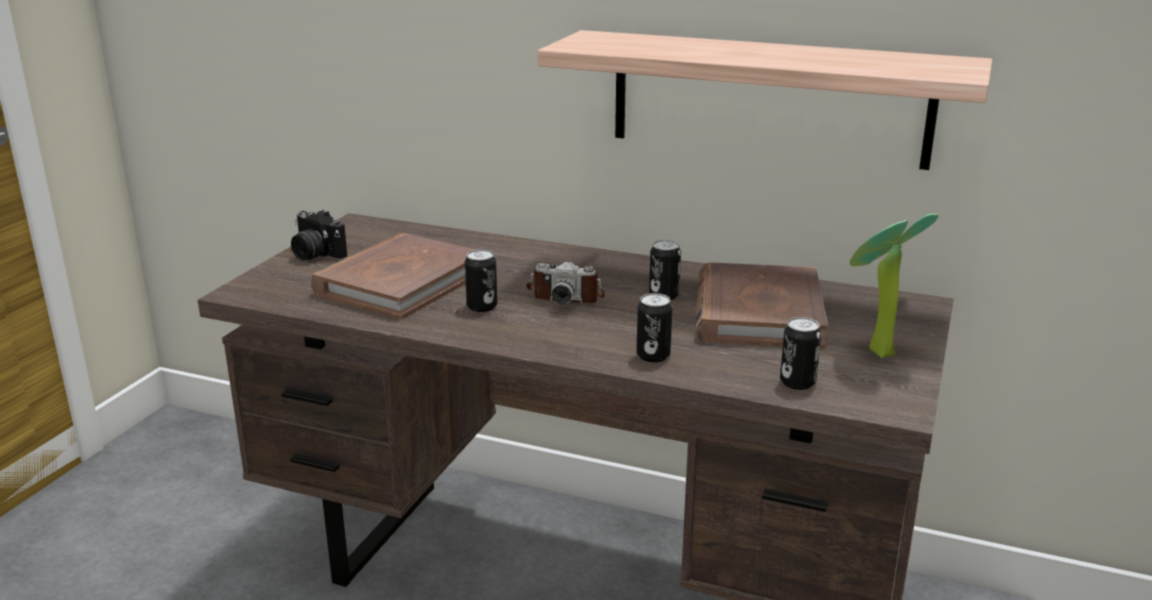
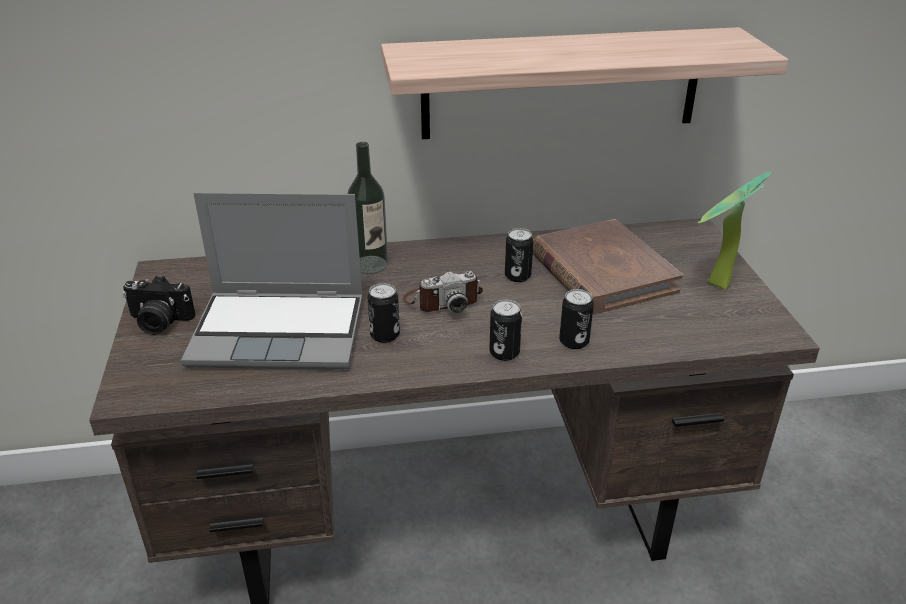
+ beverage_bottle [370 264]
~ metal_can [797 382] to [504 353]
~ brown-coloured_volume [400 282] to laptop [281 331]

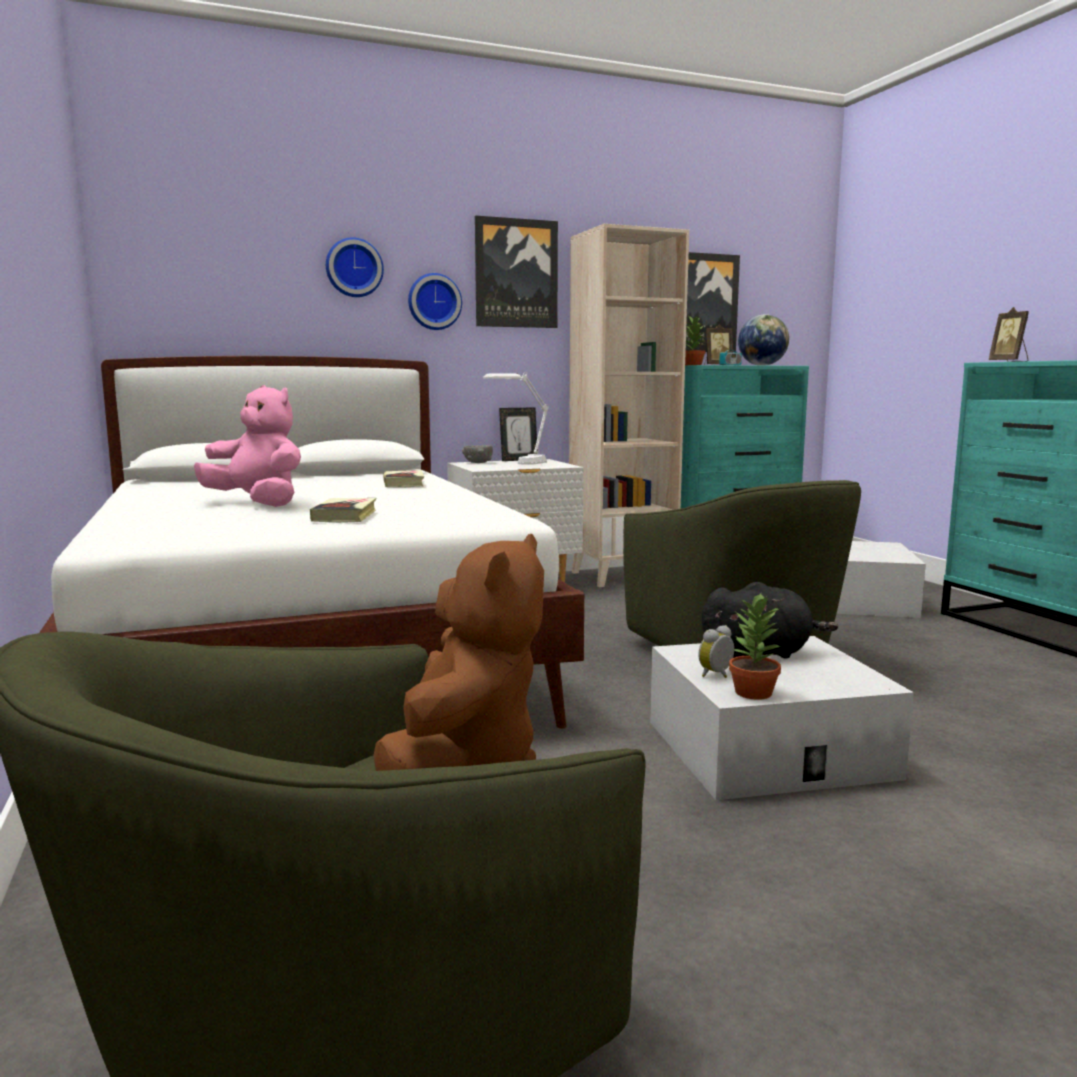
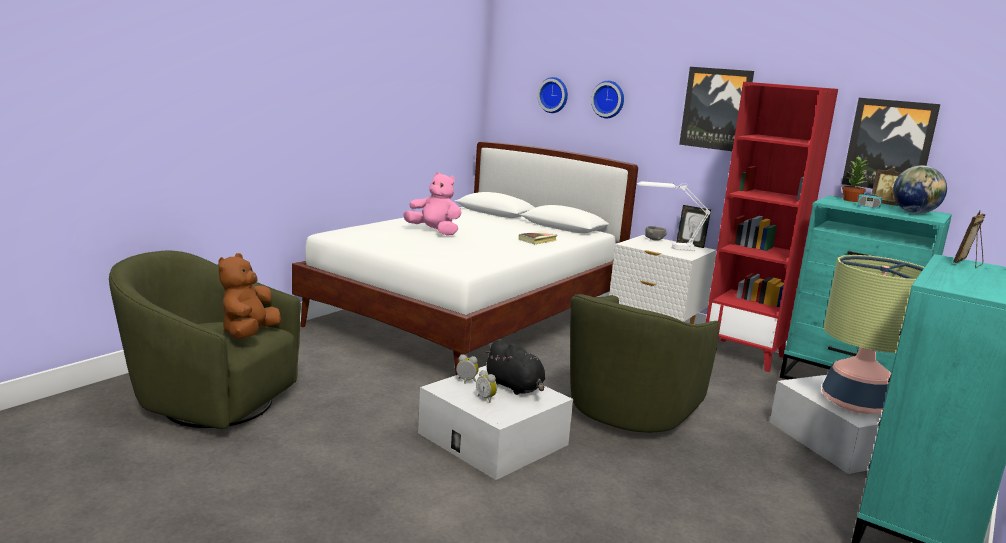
- volume [345 516]
- plant_in_a_pot [752 693]
+ bedside_clock [486 398]
+ lamp_for_a_table [855 403]
~ hanging_clock [434 302] to [554 95]
~ sand-coloured_bookshelf [622 576] to reddish_bookshelf [745 355]
~ pink-coloured_soft_toy [258 503] = [434 232] 60 degrees counterclockwise
~ brown-coloured_soft_toy [463 763] = [249 334] 120 degrees clockwise

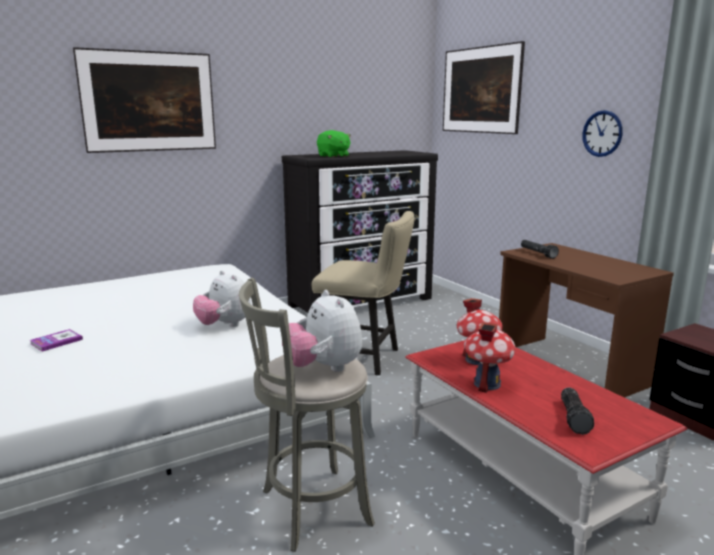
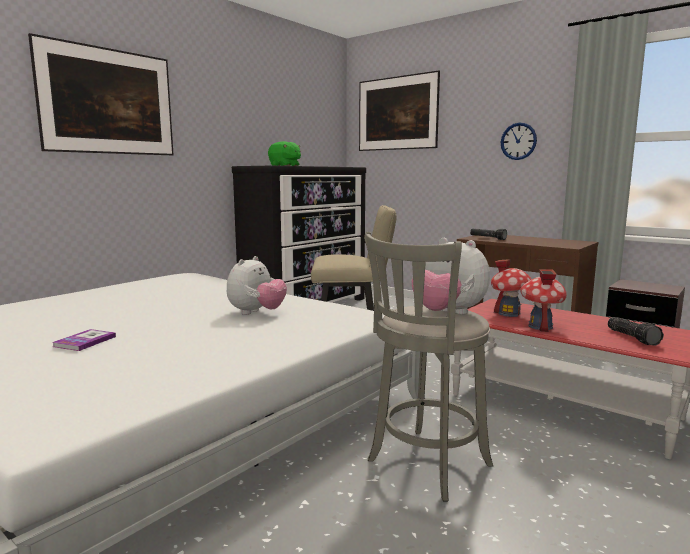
~ soft_toy [224 325] = [256 313] 90 degrees counterclockwise

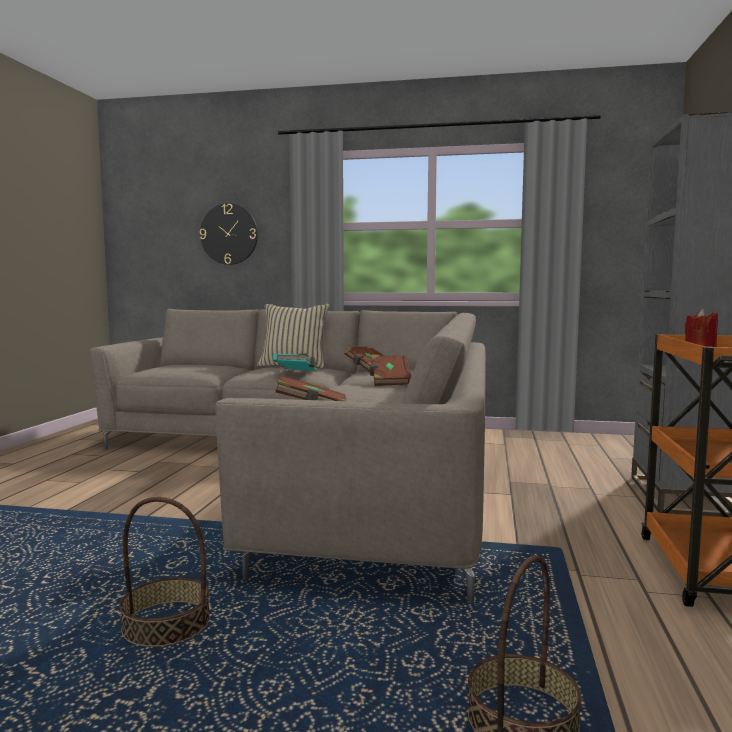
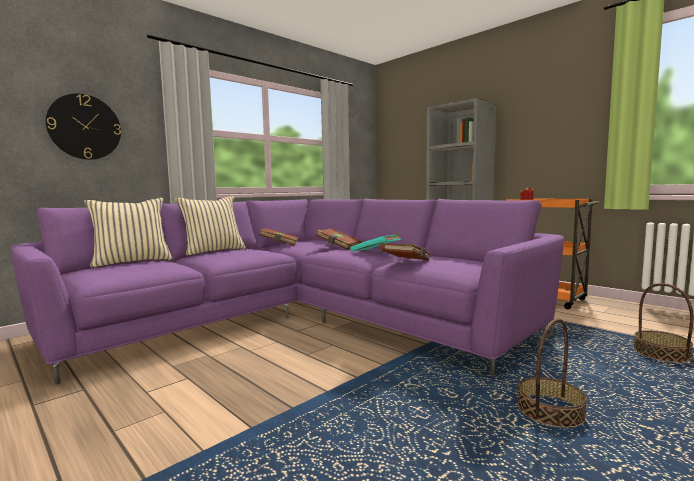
+ sand-coloured_throw_pillow [132 262]
~ turquoise_volume [297 373] to [375 252]
~ sand-coloured_sofa [322 464] to purple_sofa [298 319]

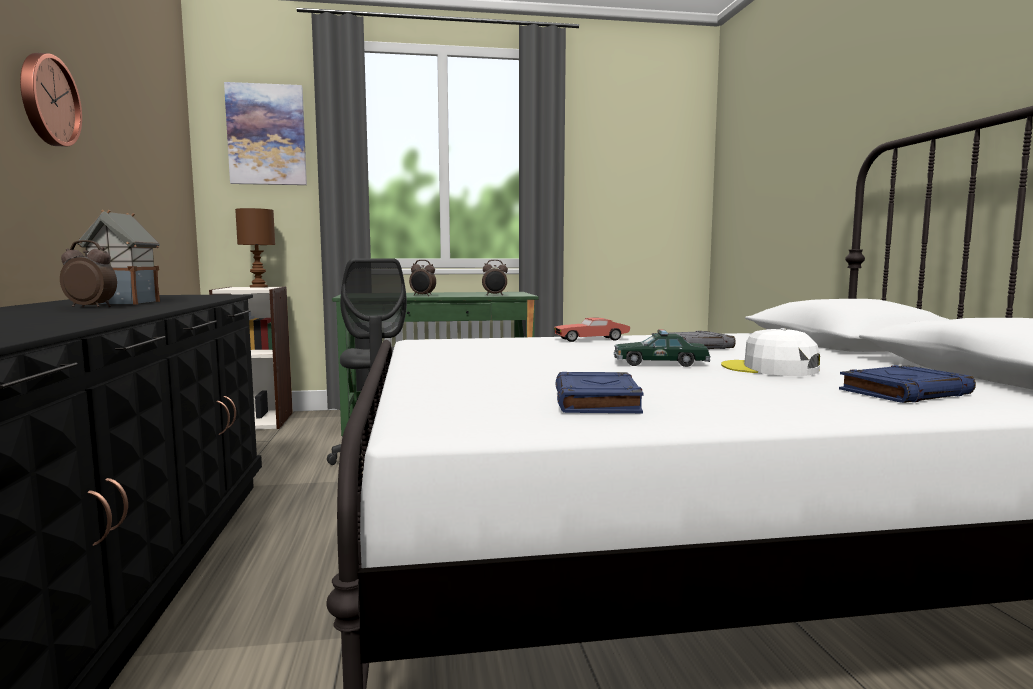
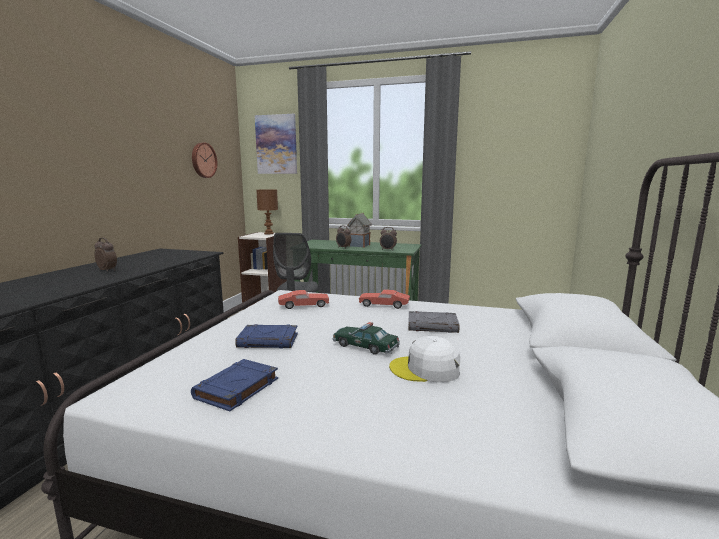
+ reddish_toy_car [303 306]
~ hanging_clock [47 100] to [203 160]
~ miniature_house [124 303] to [359 245]
~ bluish_volume [905 392] to [269 341]
~ white-coloured_peaked_cap [769 369] = [425 369] 60 degrees counterclockwise

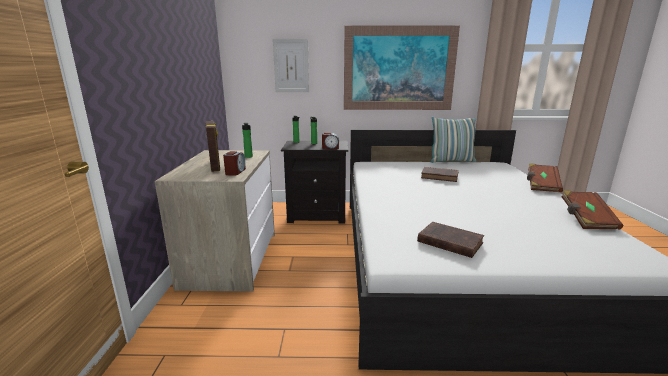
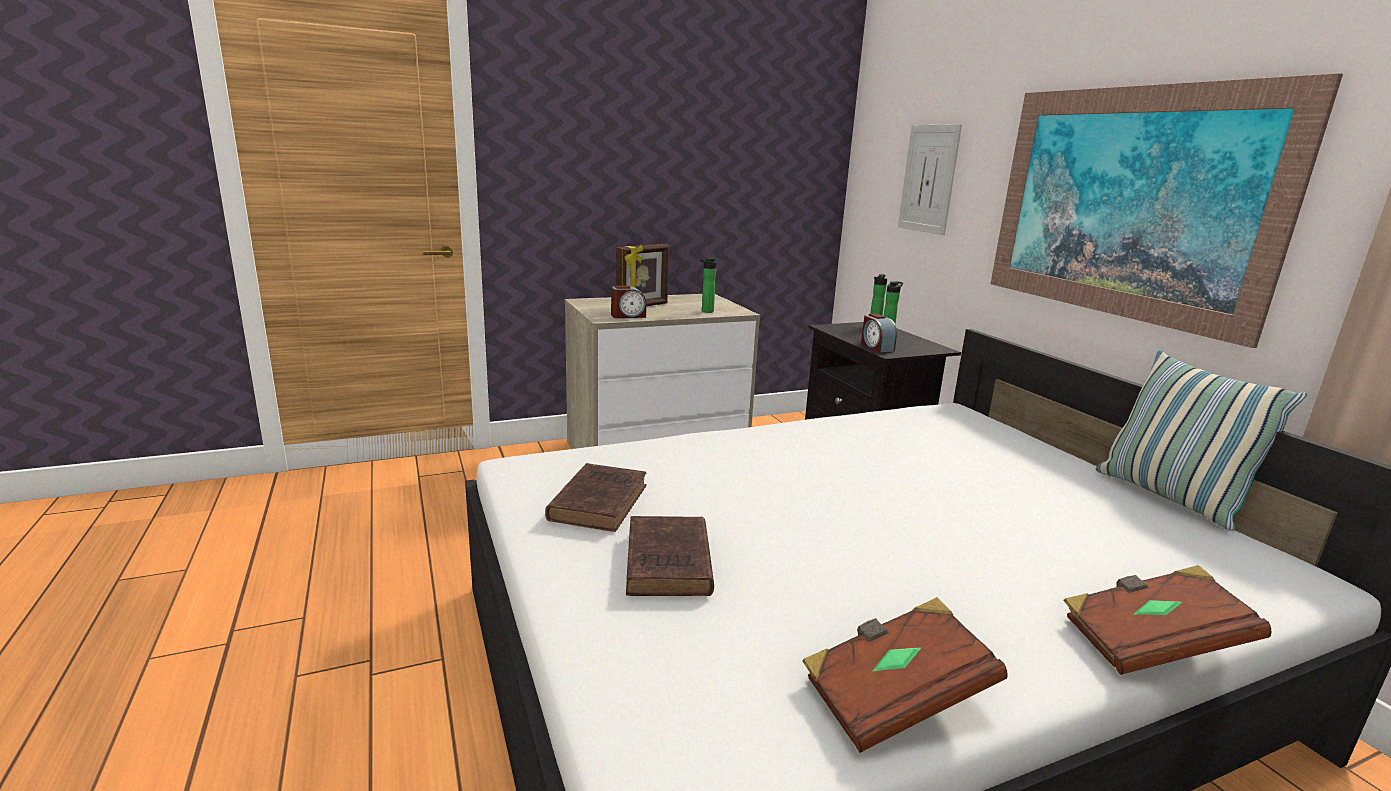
~ brown-coloured_volume [440 177] to [668 564]

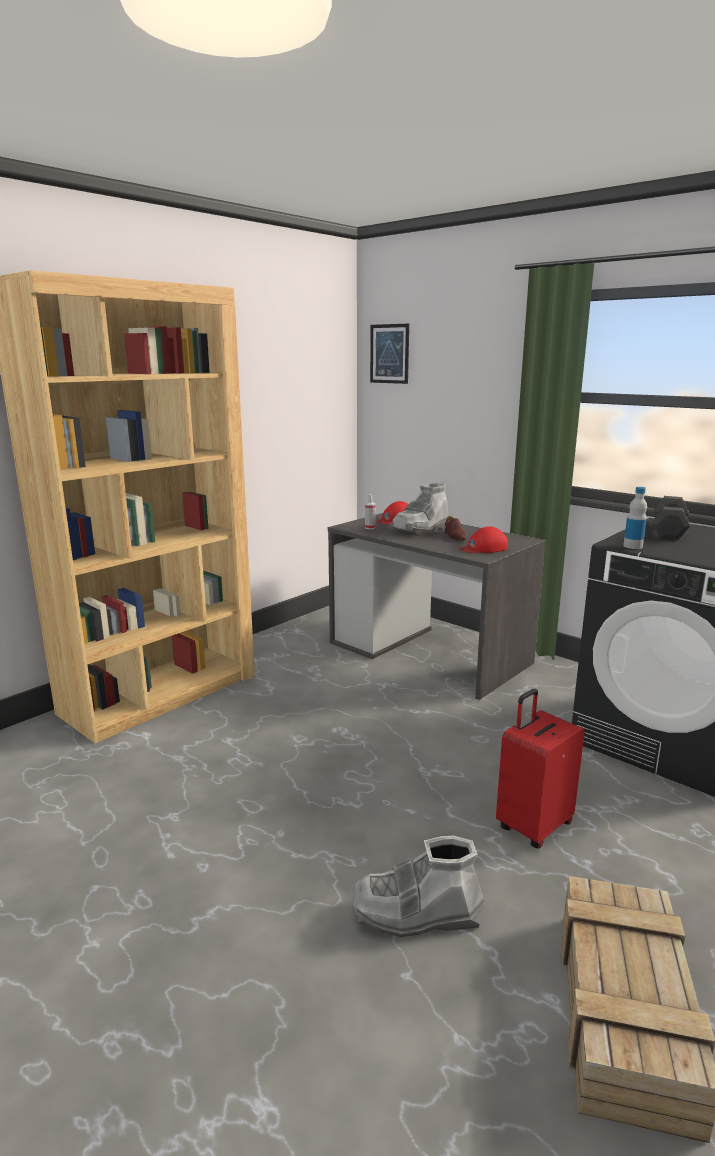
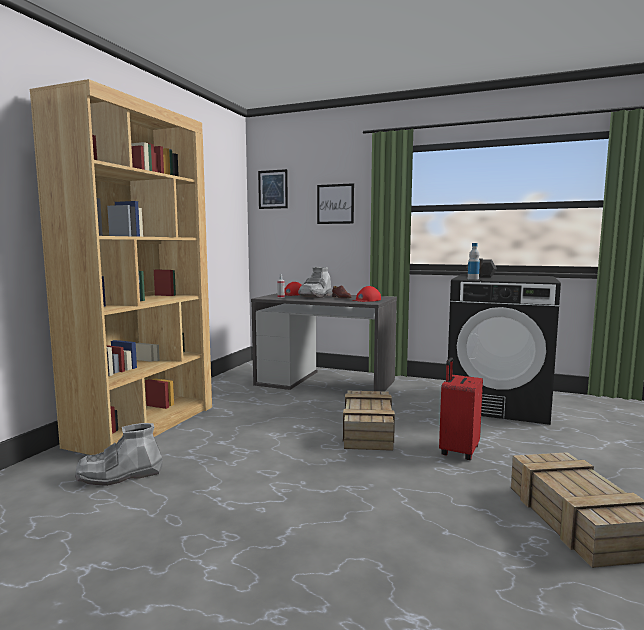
+ wall_picture [335 204]
+ packing_crate [367 429]
~ grey_boot [416 913] to [120 475]

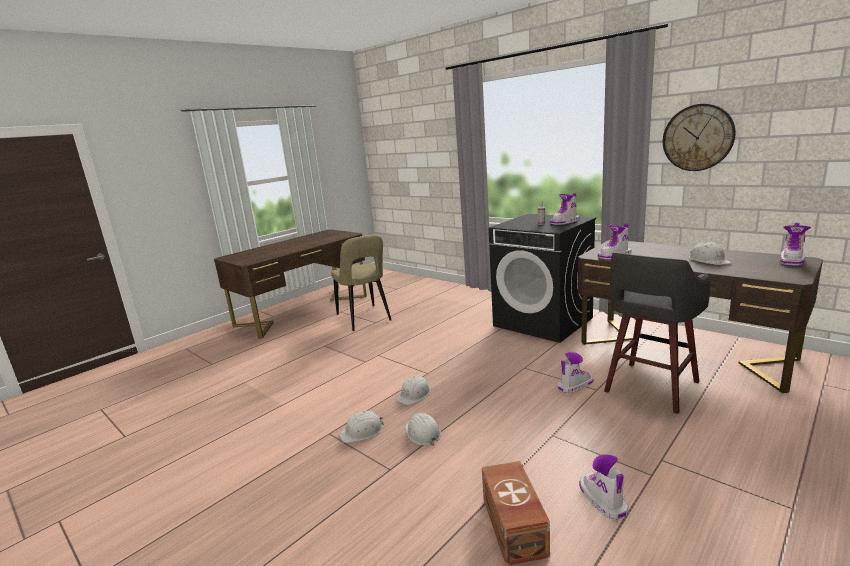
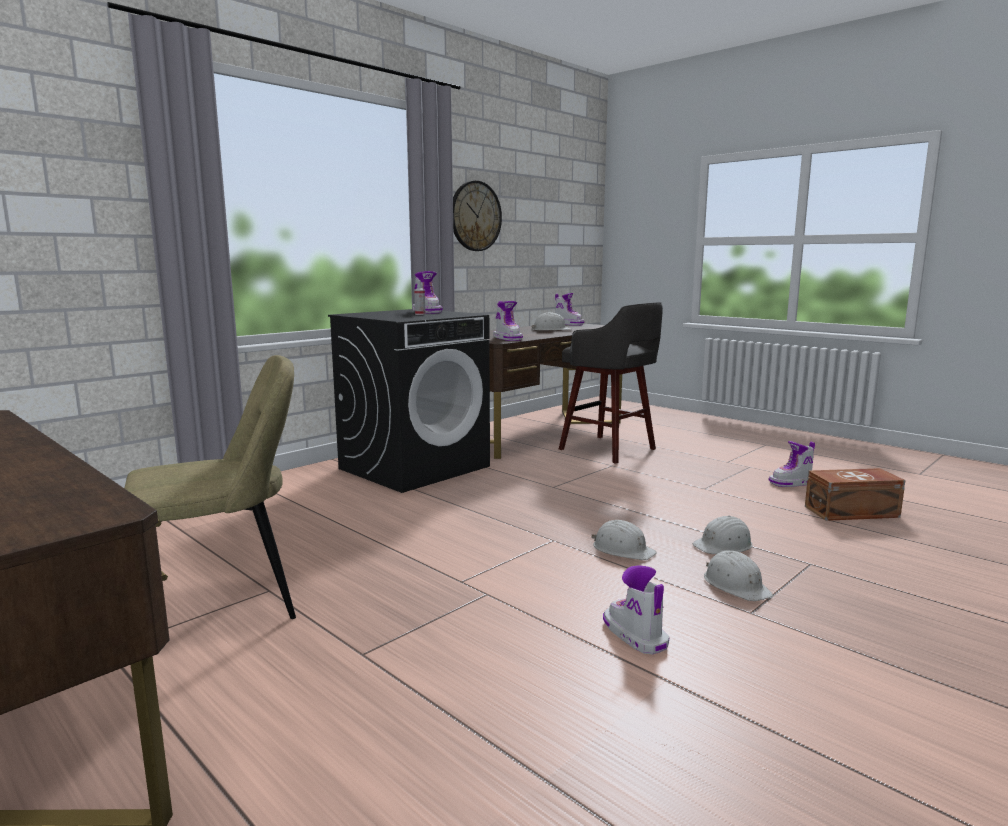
~ boot [574 385] to [634 635]

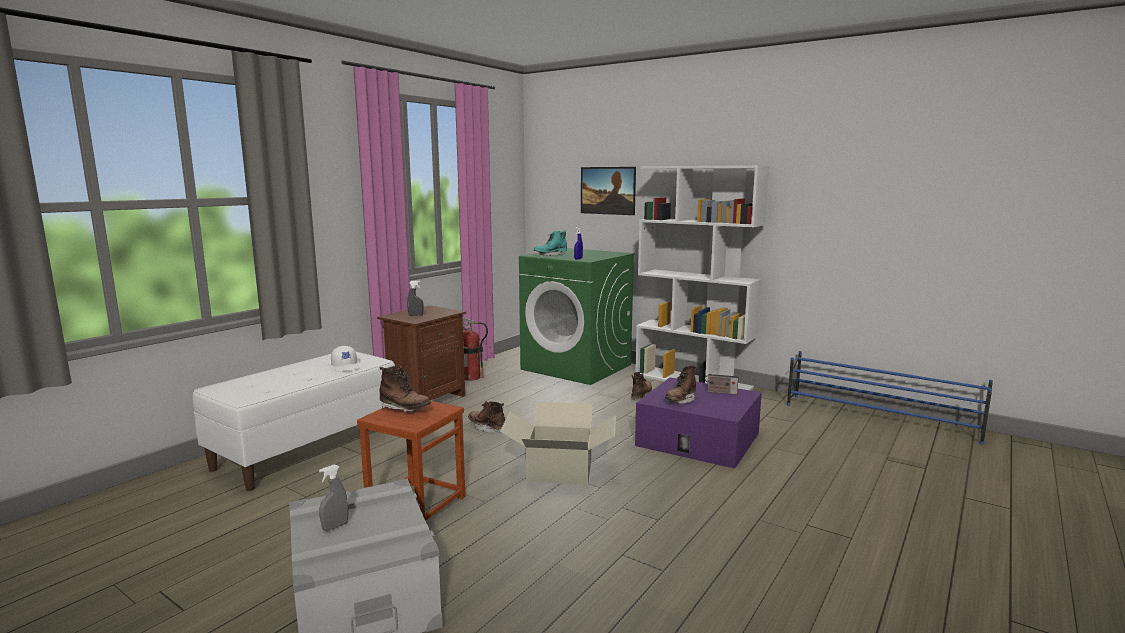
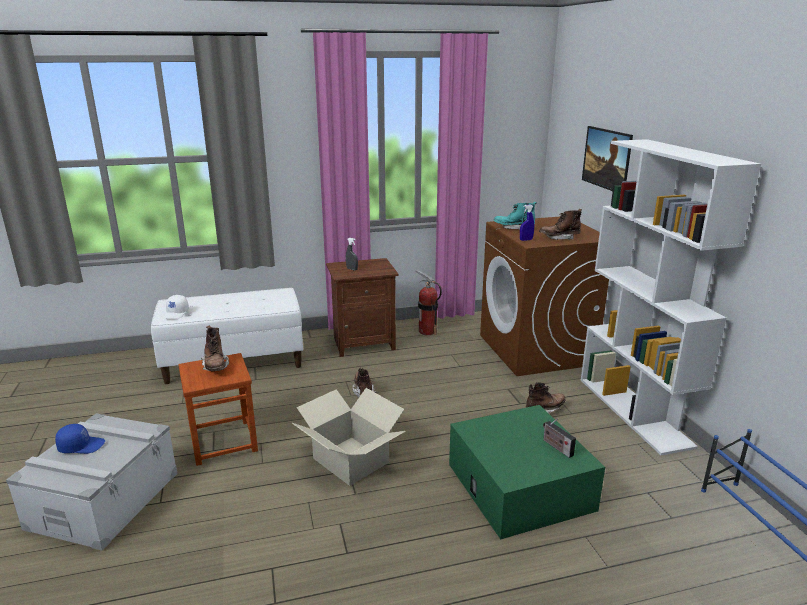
~ white-coloured_peaked_cap [346 367] to [176 313]
~ brown-coloured_boot [680 400] to [559 238]
~ grey_sprayer [335 526] to bluish_peaked_cap [81 446]
~ green_laundry_machine [577 367] to brown-coloured_laundry_machine [536 350]
~ purple_storage_container [698 439] to green_storage_container [520 486]

